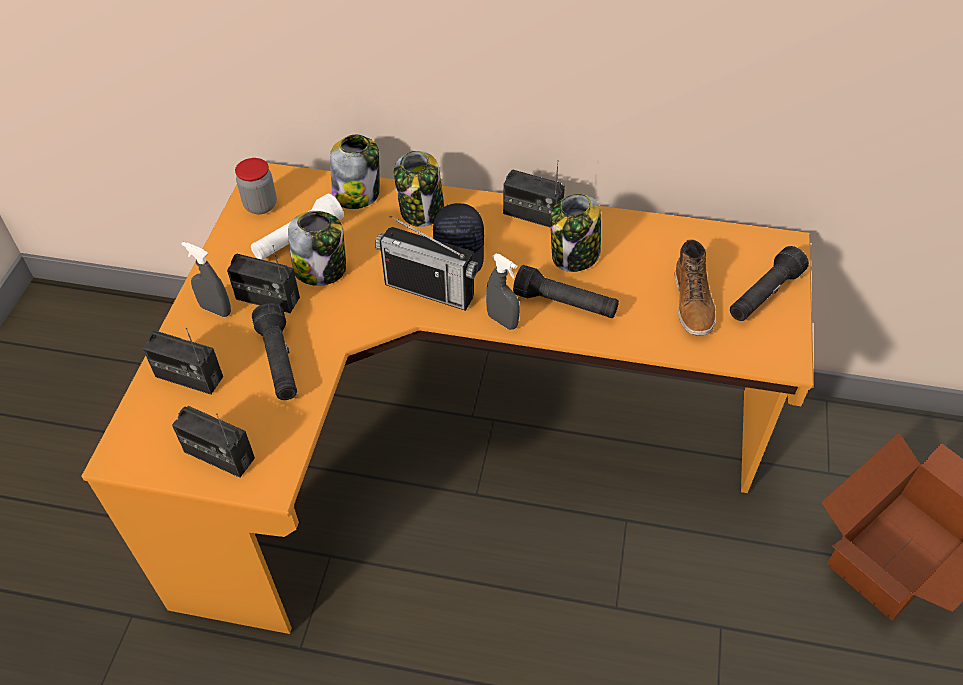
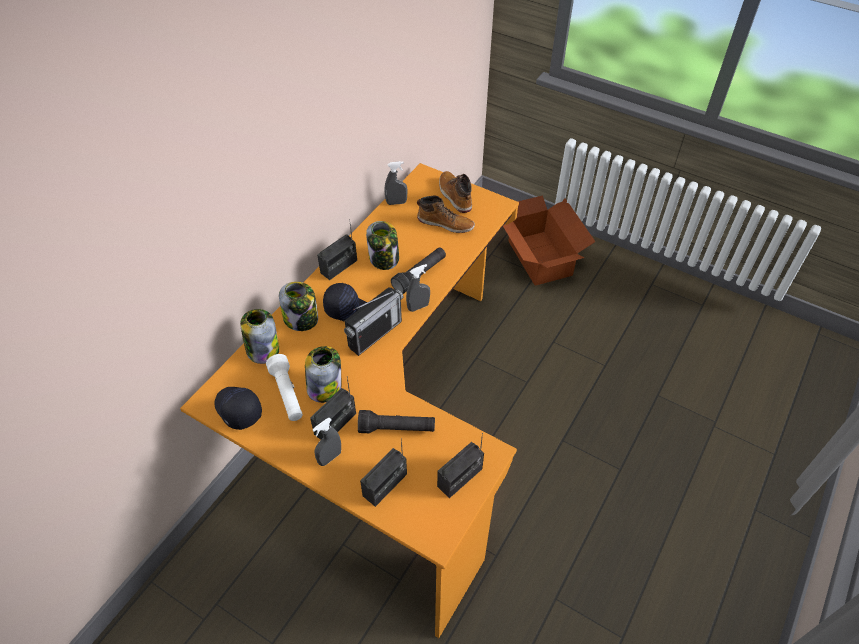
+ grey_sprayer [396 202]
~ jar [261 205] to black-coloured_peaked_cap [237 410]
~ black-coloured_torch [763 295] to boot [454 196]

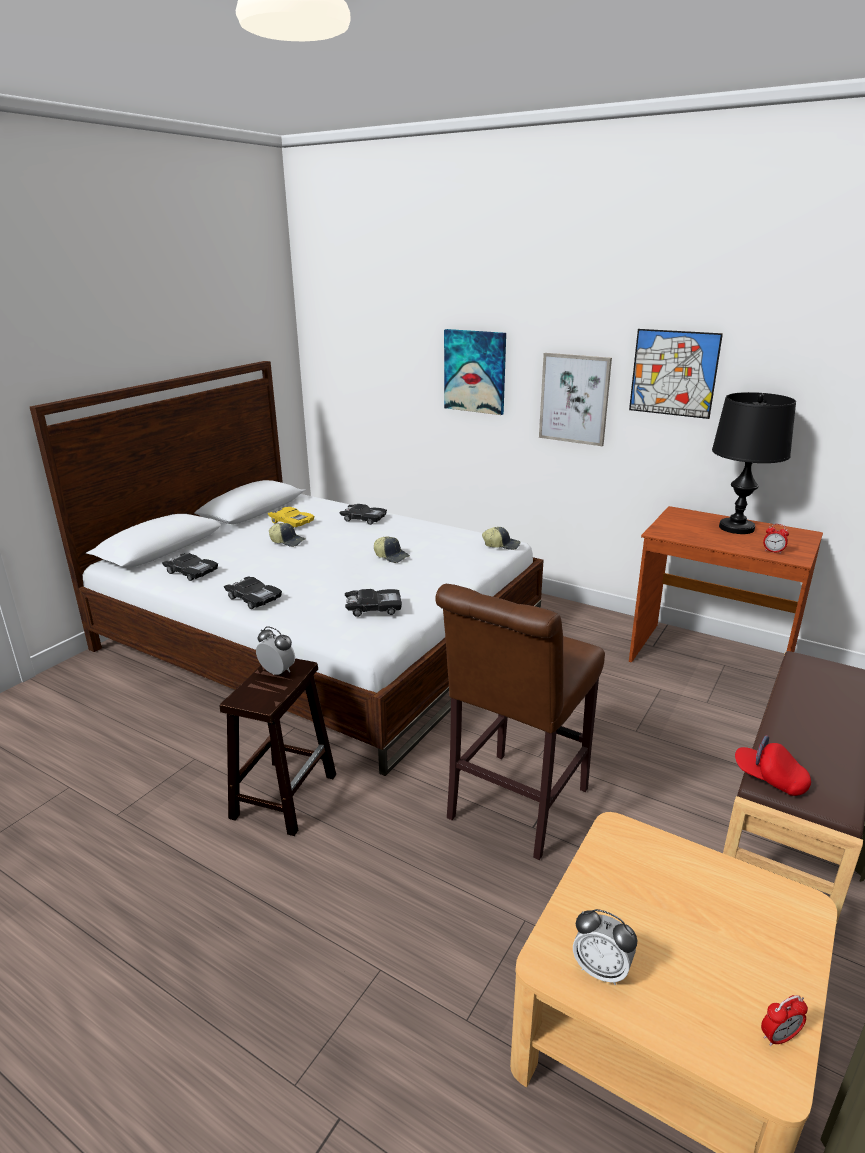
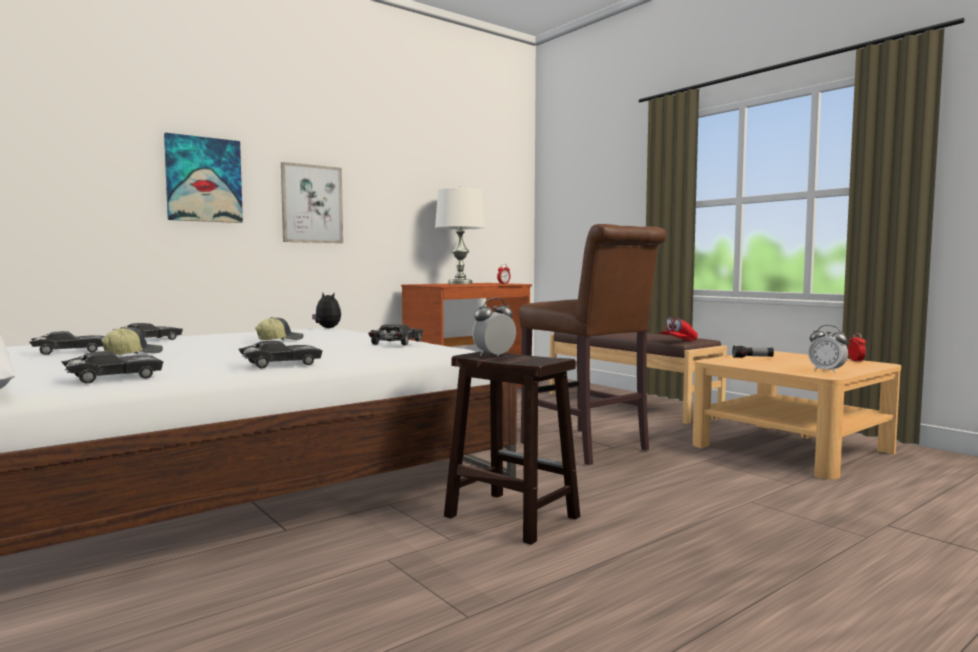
- wall_picture [673 373]
+ torch [752 358]
~ peaked_cap [501 545] to soft_toy [326 328]
~ yellow-coloured_toy_car [291 522] to black-coloured_toy_car [70 351]
~ black-coloured_lamp_for_a_table [736 528] to white-coloured_lamp_for_a_table [460 283]
~ bedside_clock [601 969] = [827 371] 90 degrees clockwise

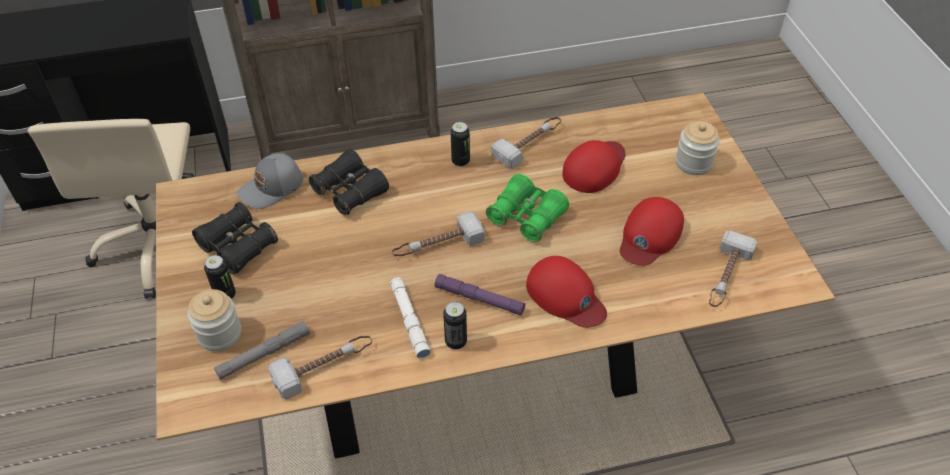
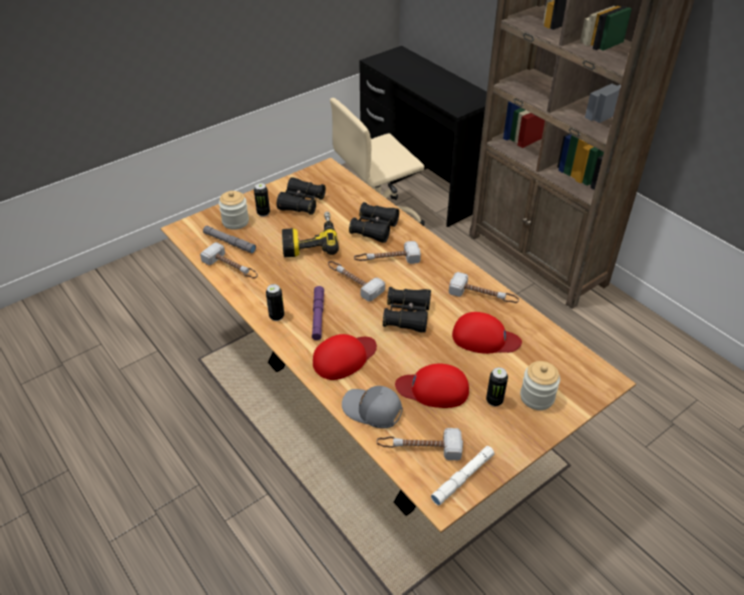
+ power_drill [310 240]
+ hand_hammer [386 259]
~ grey_peaked_cap [272 188] to [372 411]
~ white-coloured_torch [410 321] to [463 478]
~ metal_can [460 161] to [494 400]
~ green_binoculars [526 216] to black-coloured_binoculars [407 316]
~ reddish_peaked_cap [565 296] = [344 358] 150 degrees counterclockwise

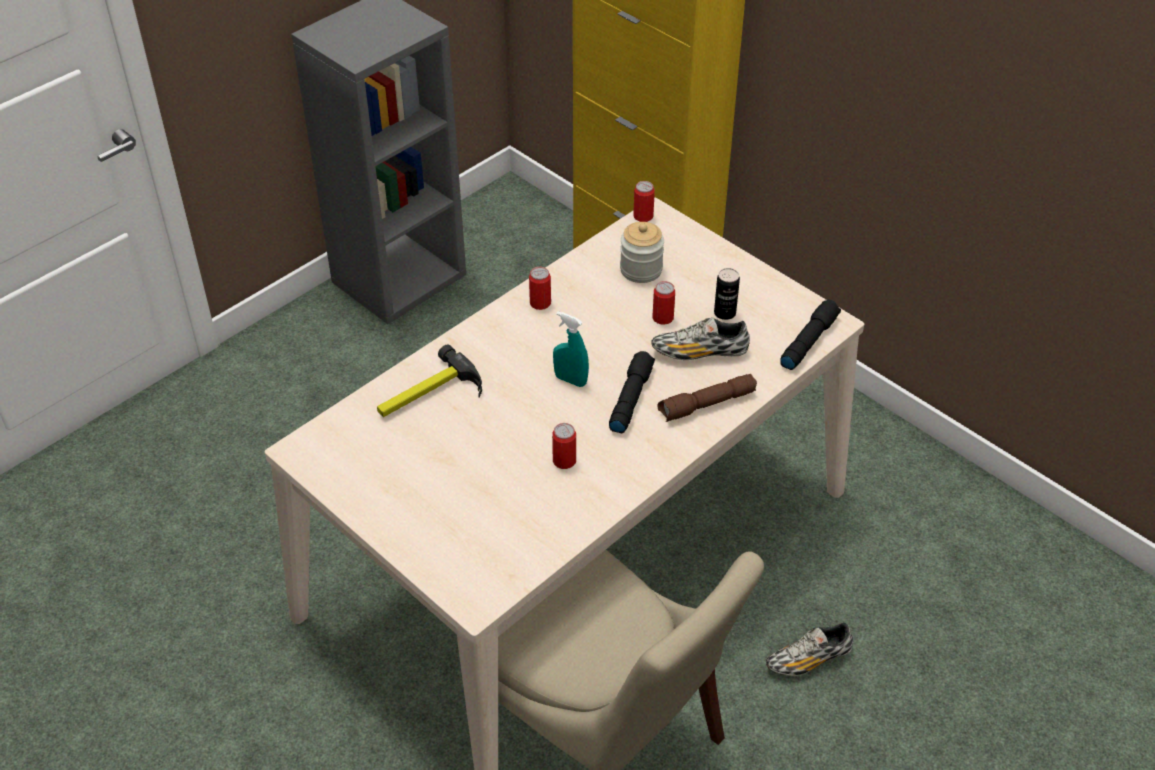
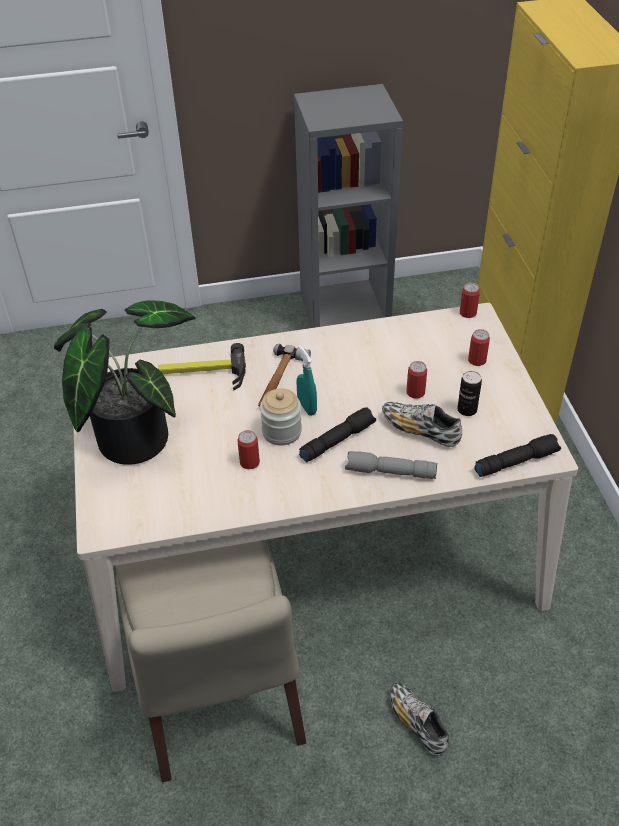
+ plant_in_a_pot [132 433]
+ hand_hammer [279 381]
~ metal_can [540 303] to [477 360]
~ jar [641 270] to [282 431]
~ brown-coloured_torch [706 405] to grey_torch [389 472]
~ low_shoe [808 660] = [417 723] 45 degrees clockwise

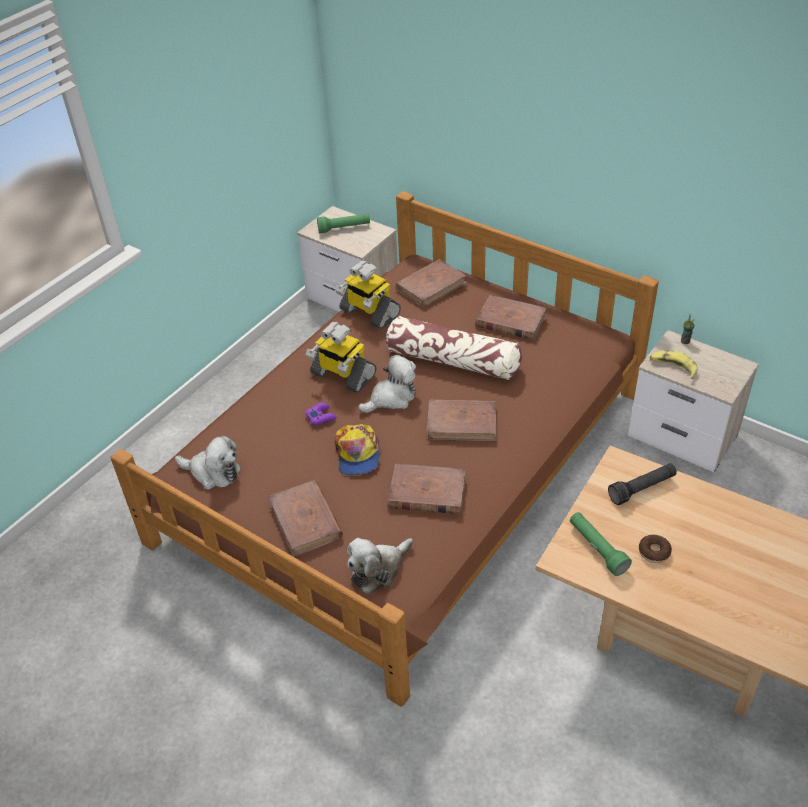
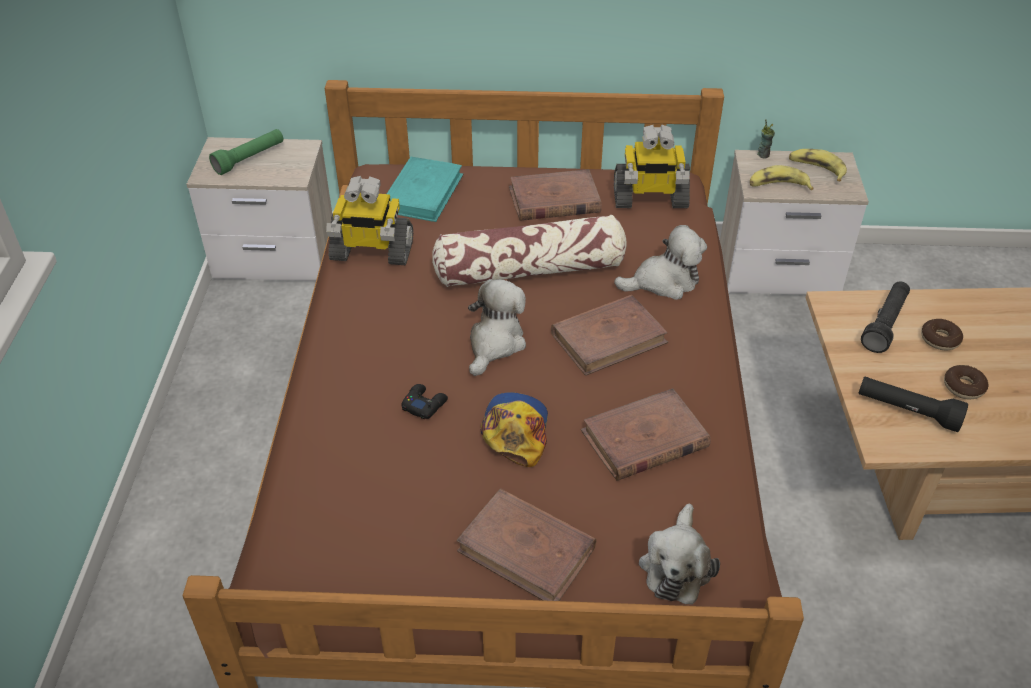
+ whole_banana [816 169]
+ ring_doughnut [939 339]
~ soft_toy [213 472] to [663 282]
~ model_robot [342 375] to [649 198]
~ purple_game_controller [321 416] to black-coloured_game_controller [424 404]
~ brown-coloured_volume [431 286] to turquoise_volume [423 193]
~ green_torch [597 548] to black-coloured_torch [907 411]
~ peaked_cap [357 454] = [515 431] 135 degrees counterclockwise

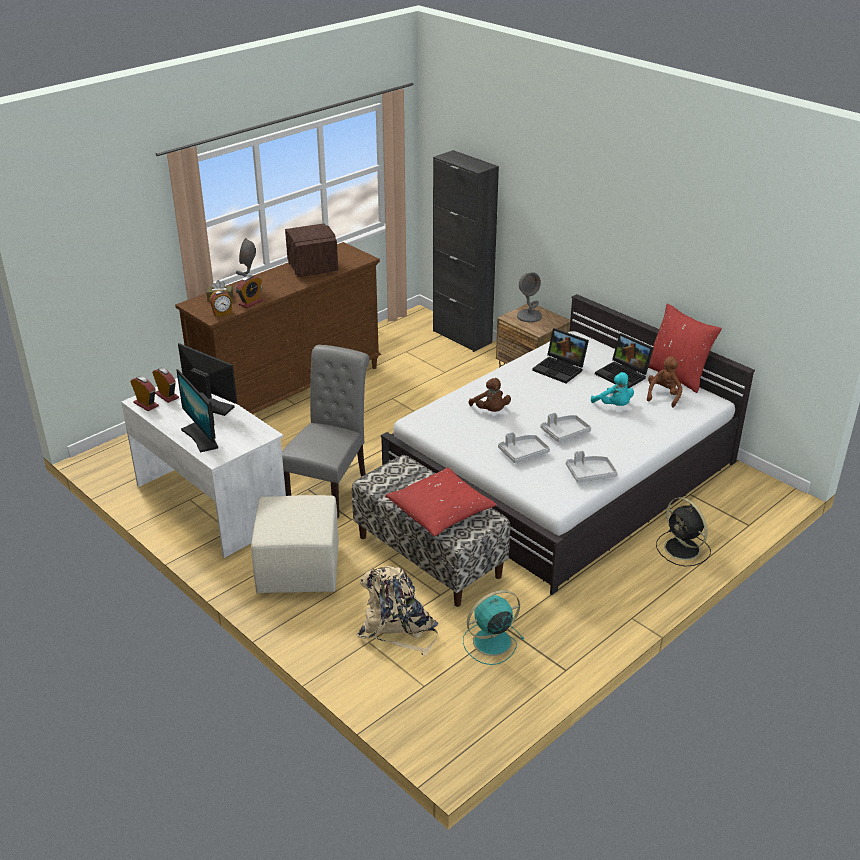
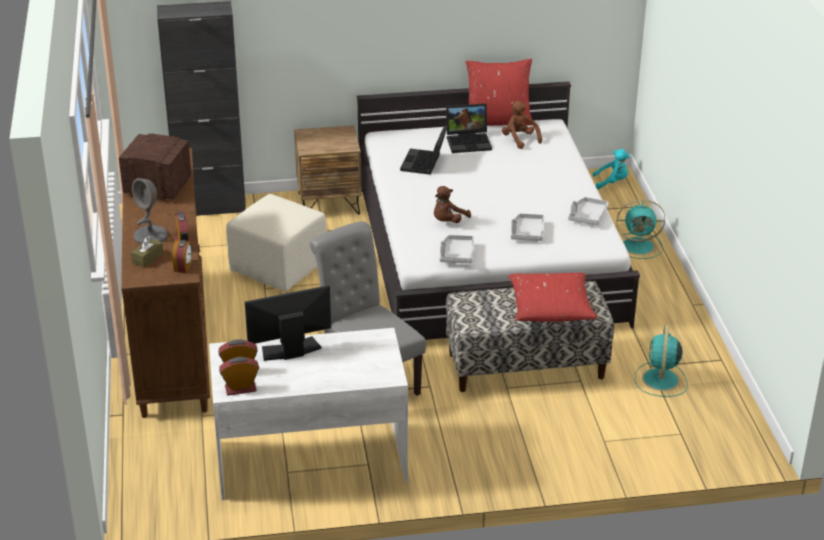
- monitor [201 437]
- sand-coloured_rucksack [398 627]
- grey_lamp_for_a_table [529 316]
~ sand-coloured_ottoman [299 571] to [280 268]
~ grey_tray [564 433] to [456 255]
~ turquoise_soft_toy [614 405] to [612 182]
~ black-coloured_fan [683 549] to turquoise_fan [639 246]
~ brown-coloured_soft_toy [490 411] = [448 221] 120 degrees clockwise
~ laptop [561 369] = [424 163] 120 degrees clockwise

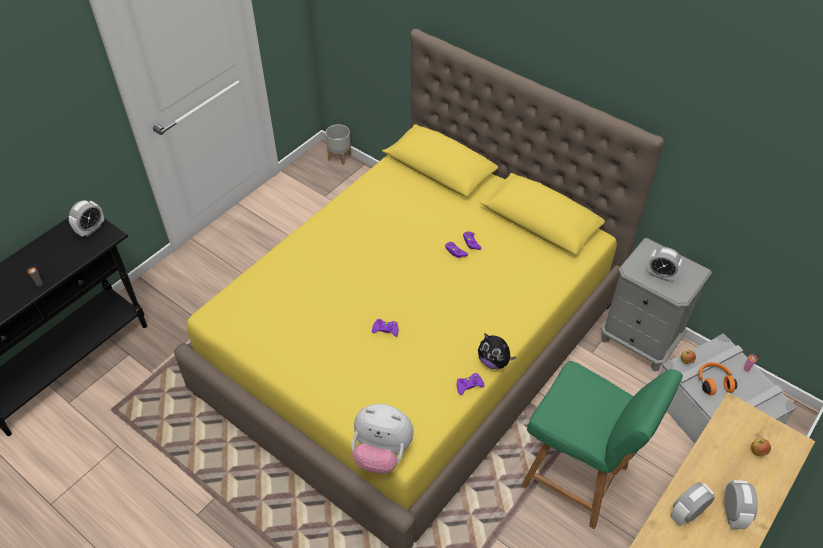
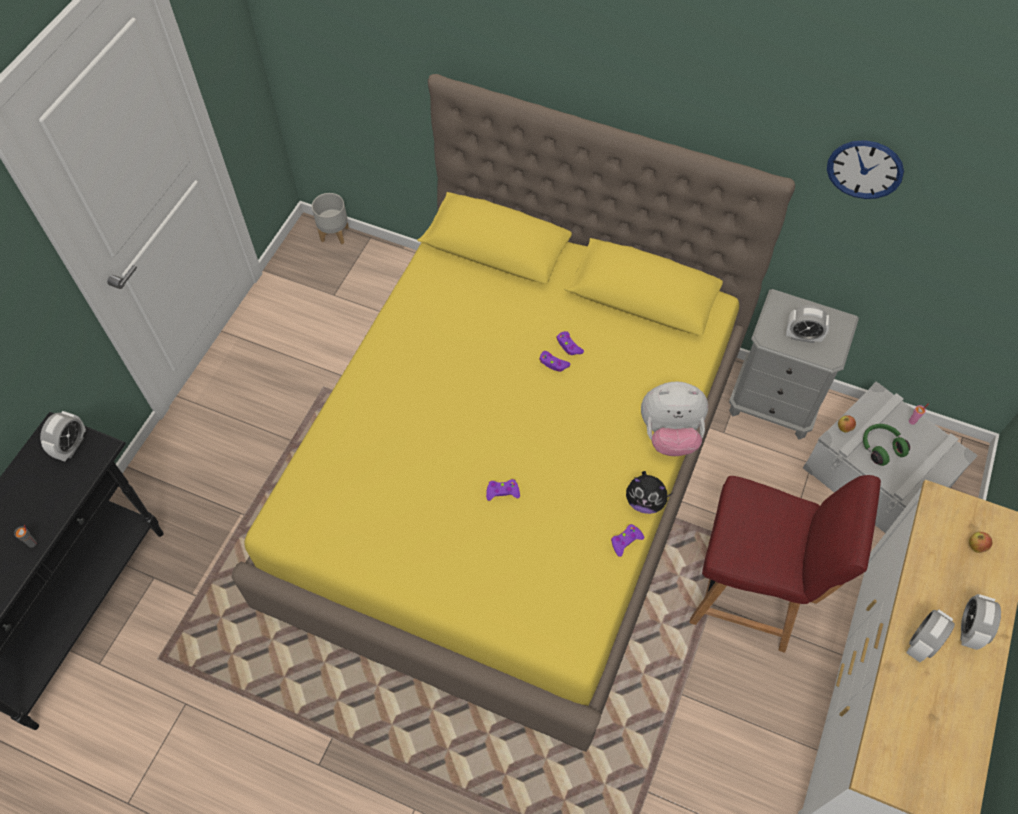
+ hanging_clock [865 169]
~ soft_toy [381 452] to [670 434]
~ green_plain_chair [577 478] to reddish_plain_chair [749 595]
~ orange-coloured_headset [713 382] to green_headset [881 447]
~ bedside_clock [732 513] = [969 629] 150 degrees counterclockwise

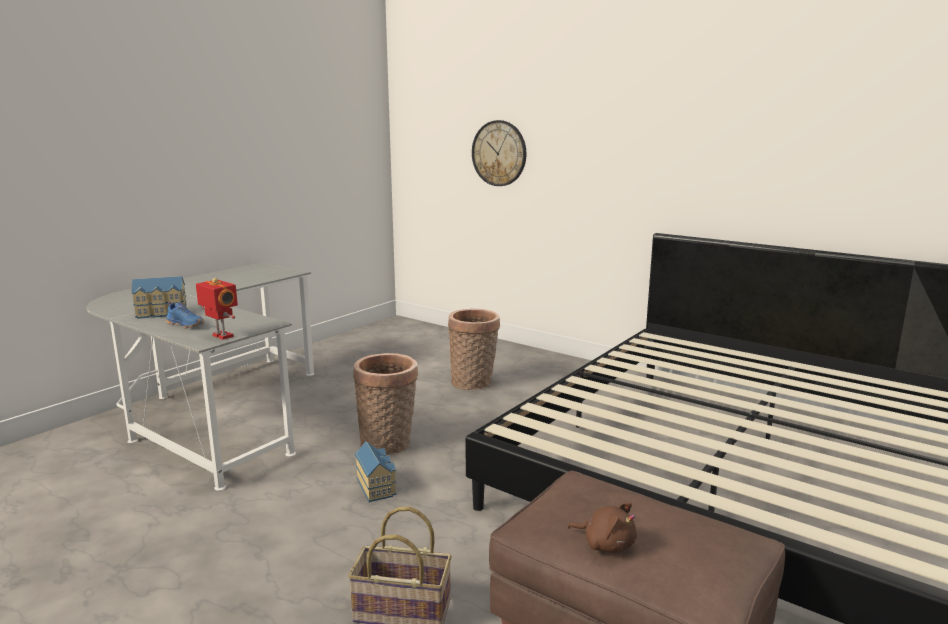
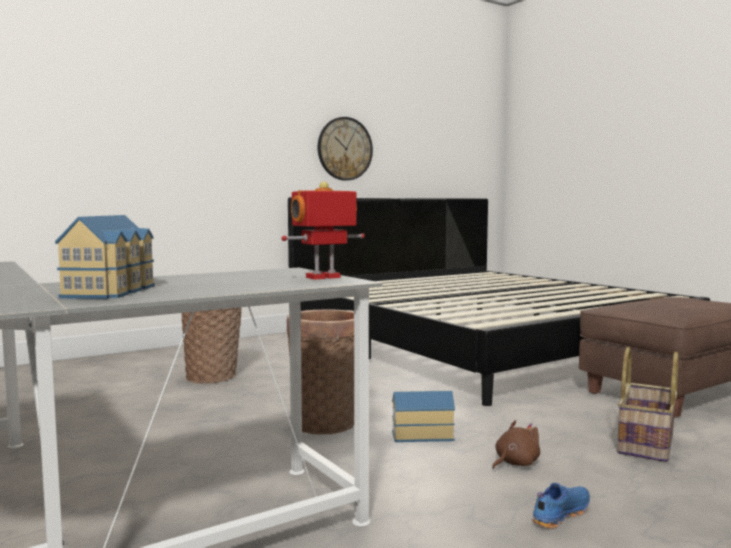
~ bluish_low_shoe [186 325] to [559 514]
~ hanging_clock [499 153] to [344 149]
~ brown-coloured_soft_toy [606 544] to [515 463]

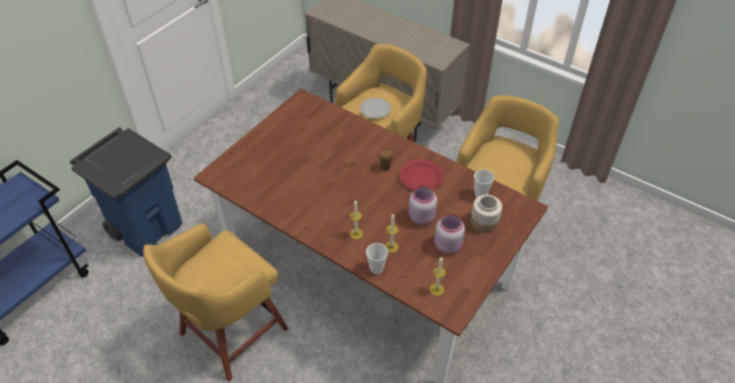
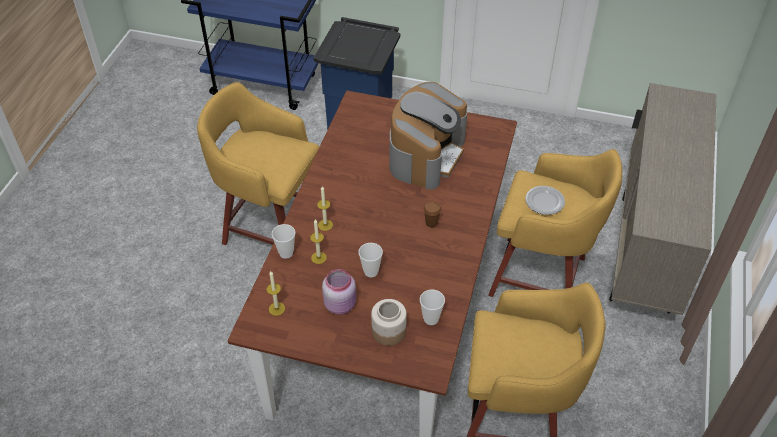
- reddish_dinner_plate [421 177]
+ coffee_machine [426 155]
~ pink-coloured_jar [420 217] to small_cup [371 272]

